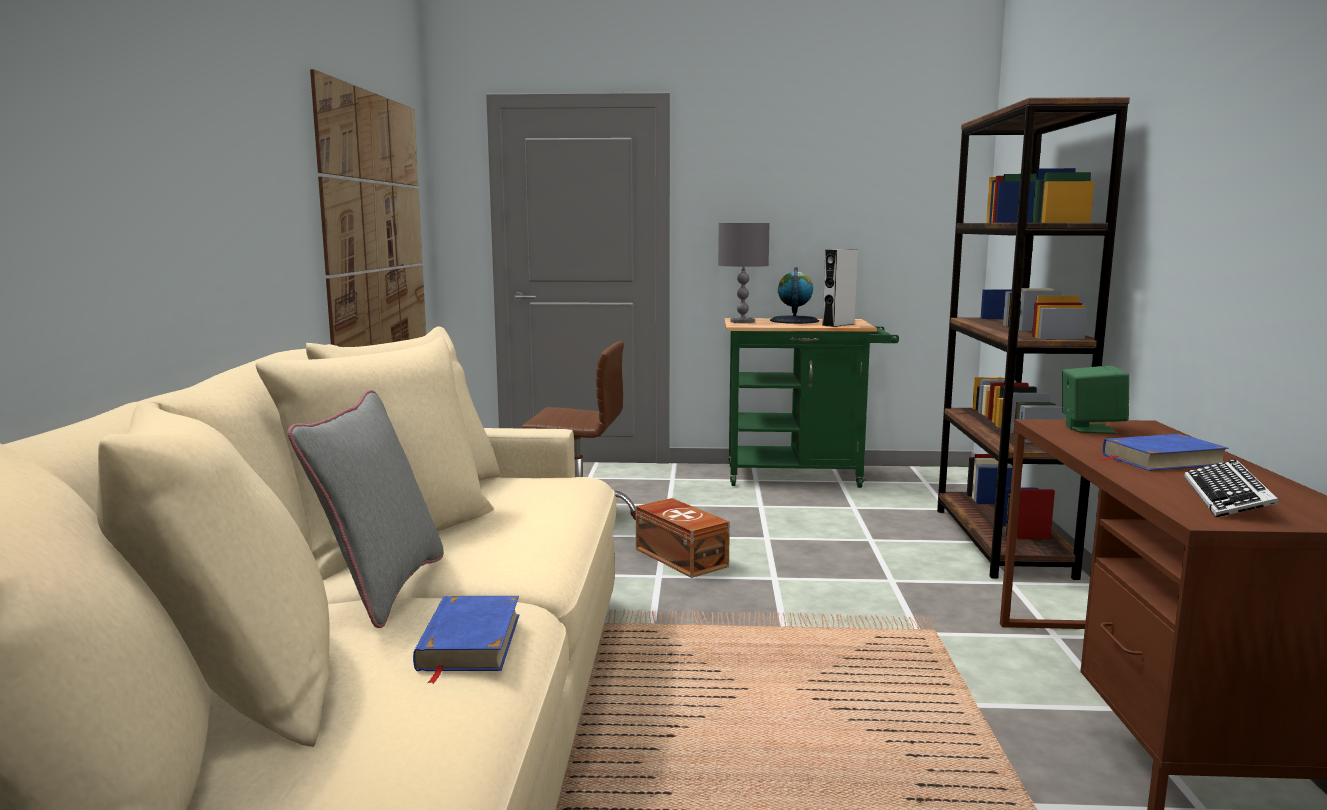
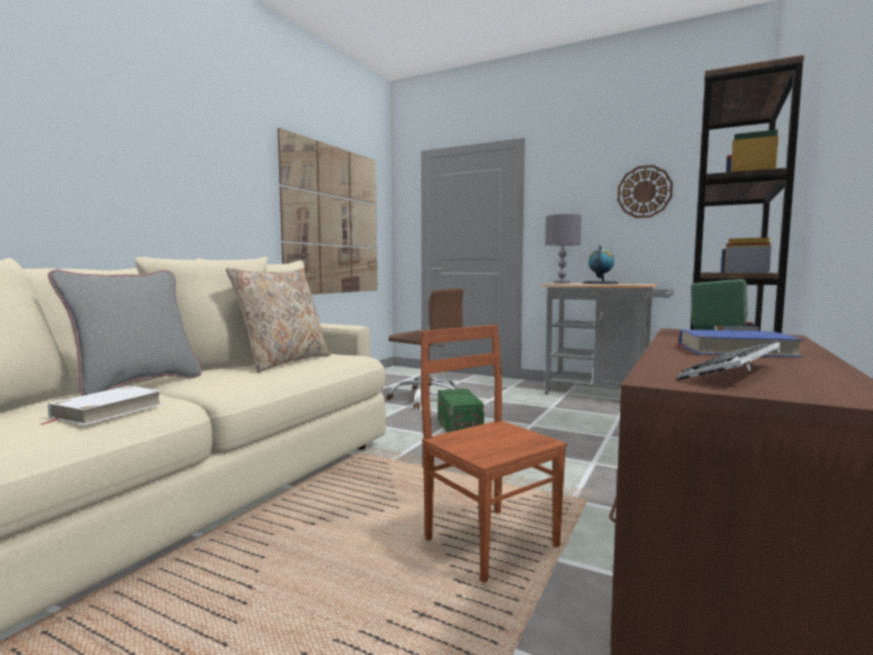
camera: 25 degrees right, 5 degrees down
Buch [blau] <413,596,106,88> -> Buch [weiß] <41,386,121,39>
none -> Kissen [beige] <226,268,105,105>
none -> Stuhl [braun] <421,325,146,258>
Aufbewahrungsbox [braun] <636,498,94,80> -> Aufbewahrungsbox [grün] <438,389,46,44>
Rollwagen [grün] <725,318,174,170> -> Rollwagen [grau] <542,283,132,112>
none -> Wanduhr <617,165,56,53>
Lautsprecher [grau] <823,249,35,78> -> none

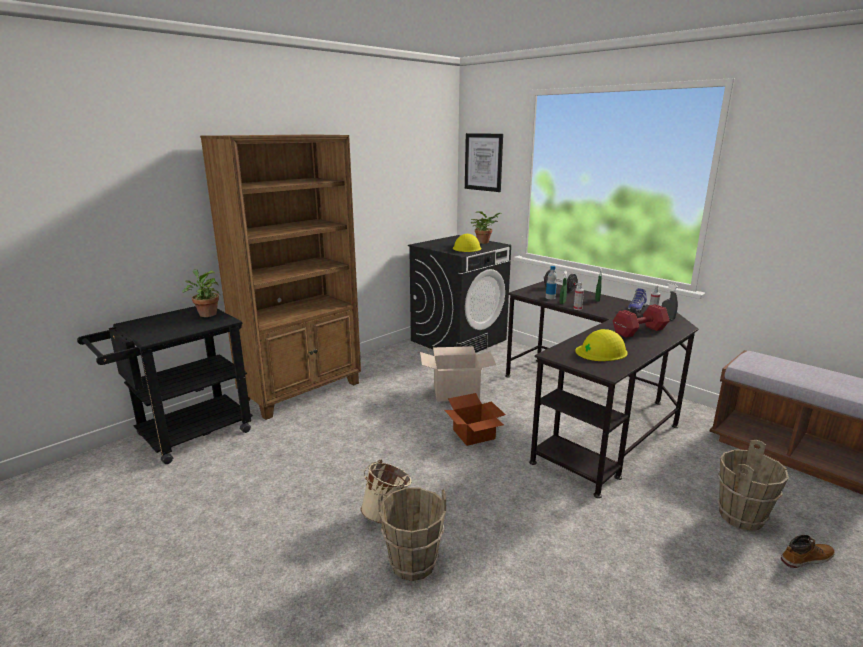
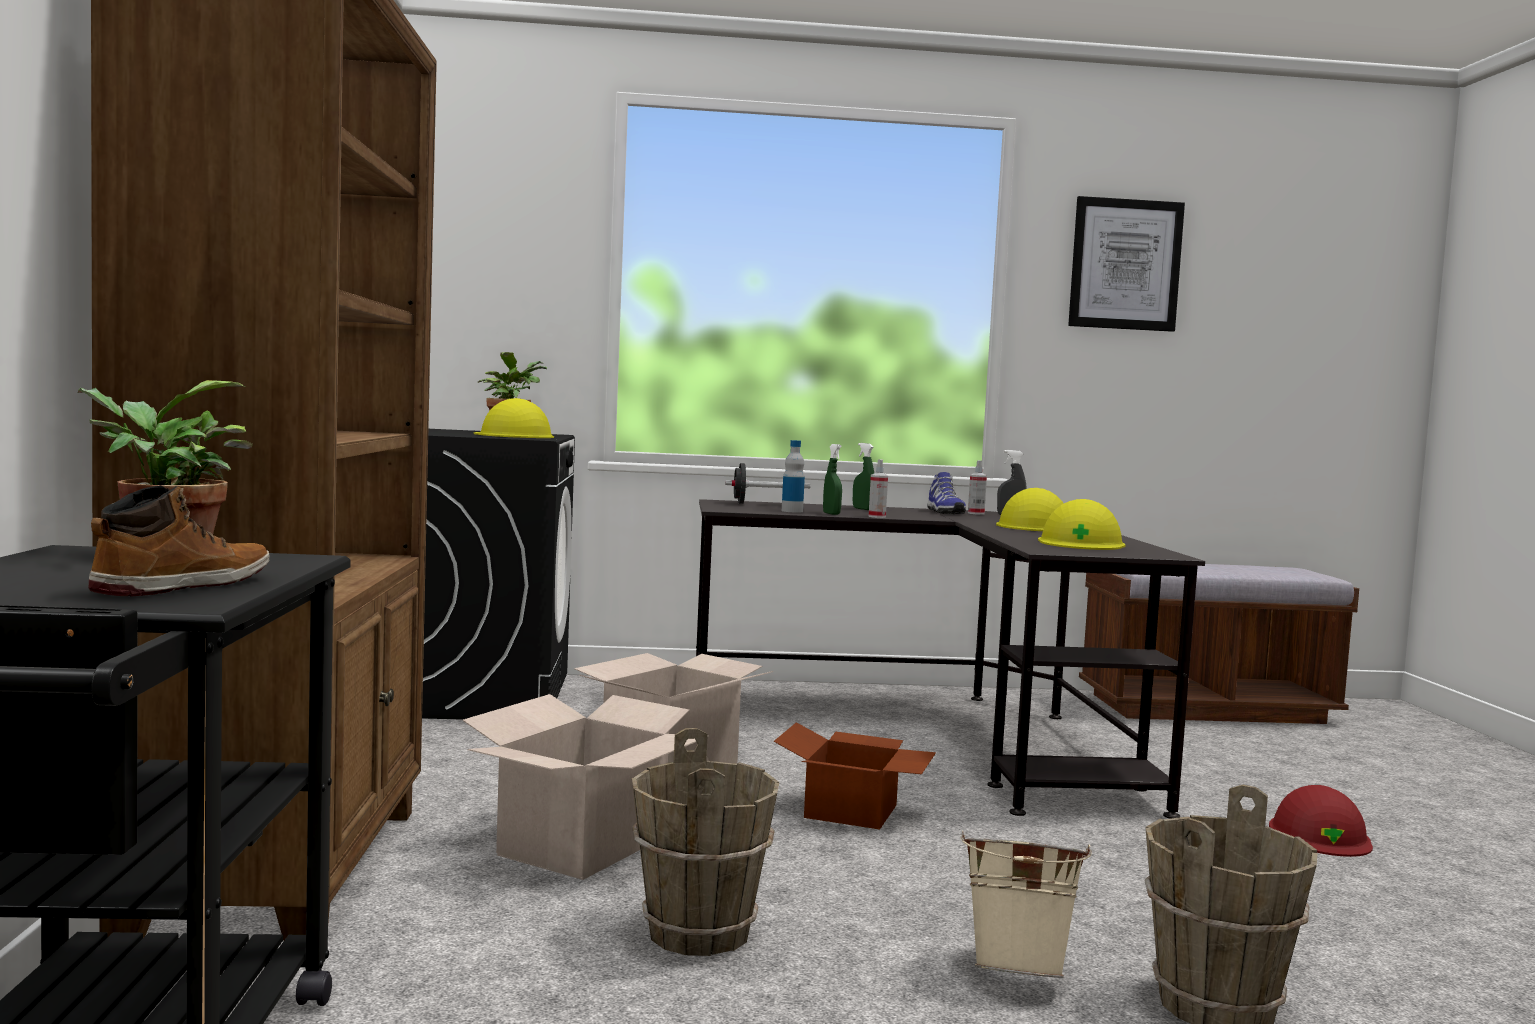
camera: 50 degrees left, 15 degrees down
Stiefel <781,535,54,33> -> Stiefel <88,485,182,112>, shifted
none -> Karton <462,694,247,186>
Eimer [braun] <718,440,71,91> -> Eimer [braun] <632,728,147,228>, shifted
Hantel [rot] <613,304,57,34> -> Schutzhelm [gelb] <996,488,68,43>
Bild <465,133,38,59> -> Bild <1068,196,117,136>, shifted
none -> Schutzhelm [rot] <1269,785,104,72>

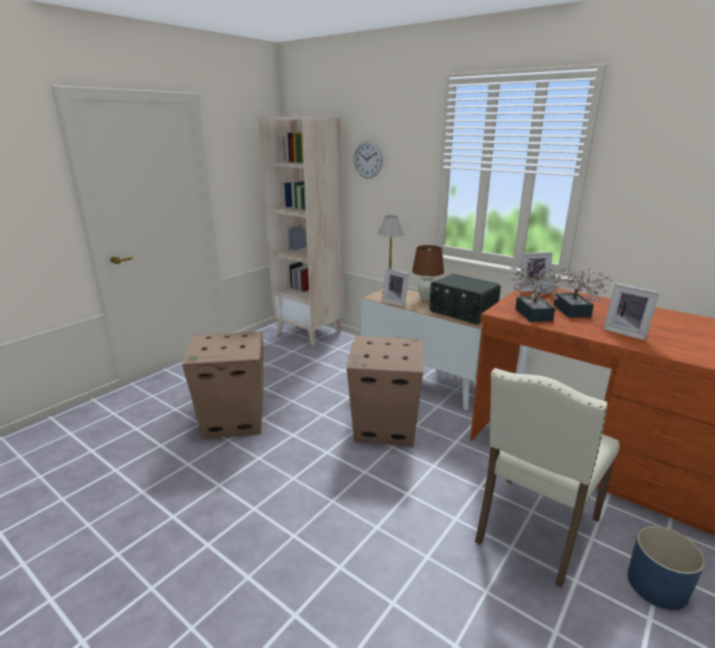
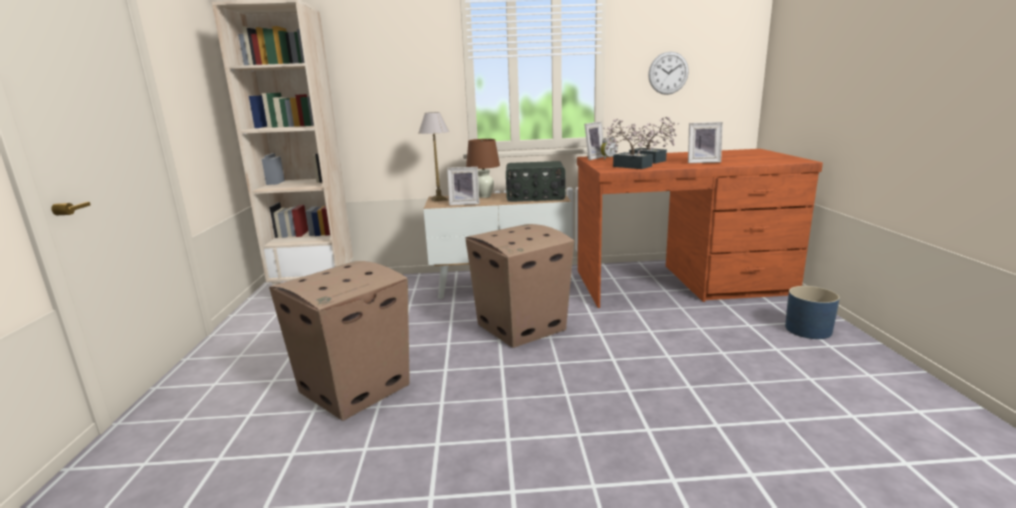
camera: 40 degrees left, 5 degrees down
Wanduhr <353,141,30,38> -> Wanduhr <648,52,41,43>, shifted
Stuhl [beige] <475,368,145,220> -> none

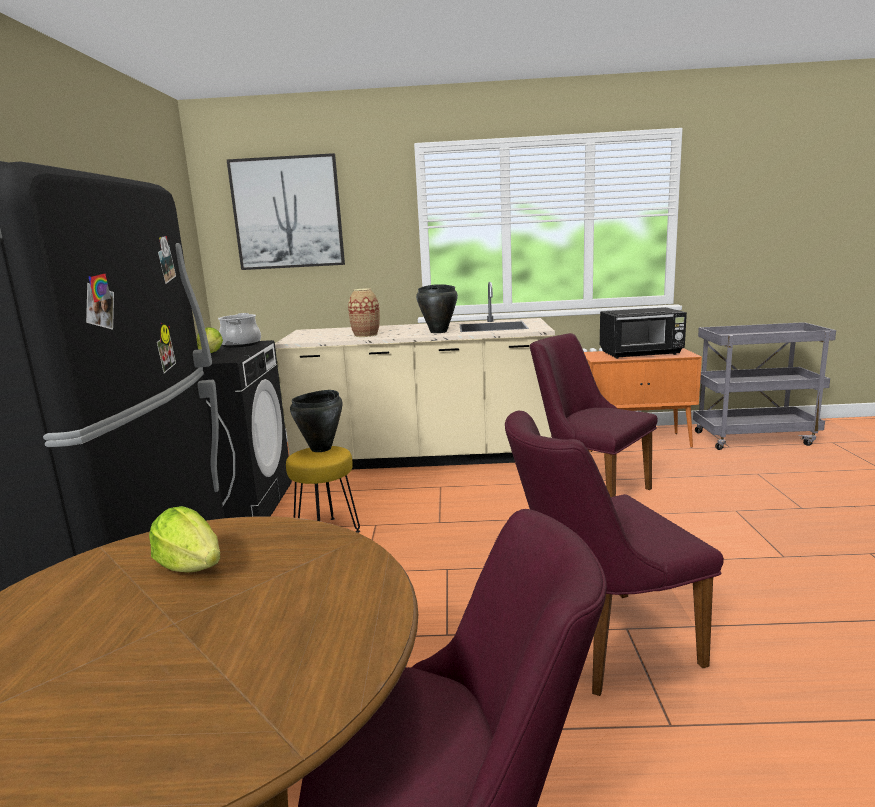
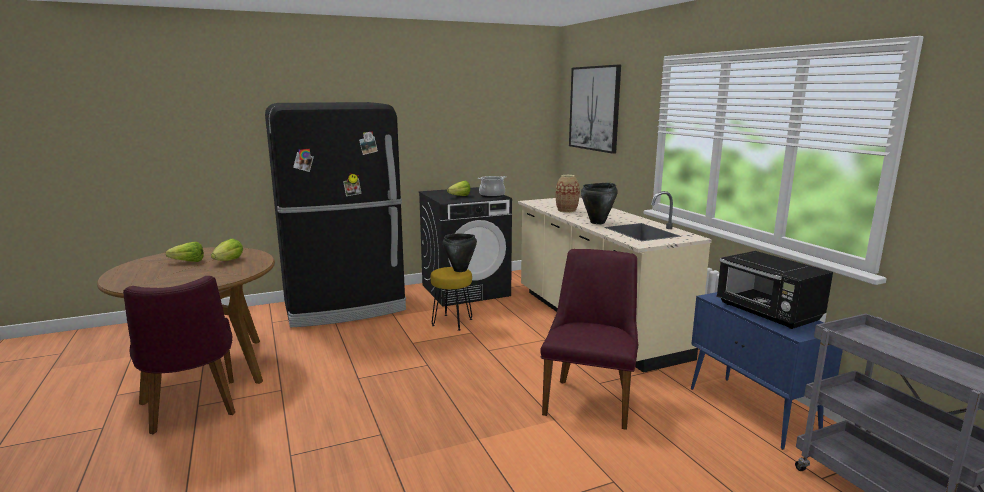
camera: 65 degrees right, 0 degrees up
none -> Salatkopf <166,242,38,20>
Schrank [orange] <584,348,118,104> -> Schrank [blau] <691,292,152,158>
Stuhl [lila] <505,411,219,285> -> none

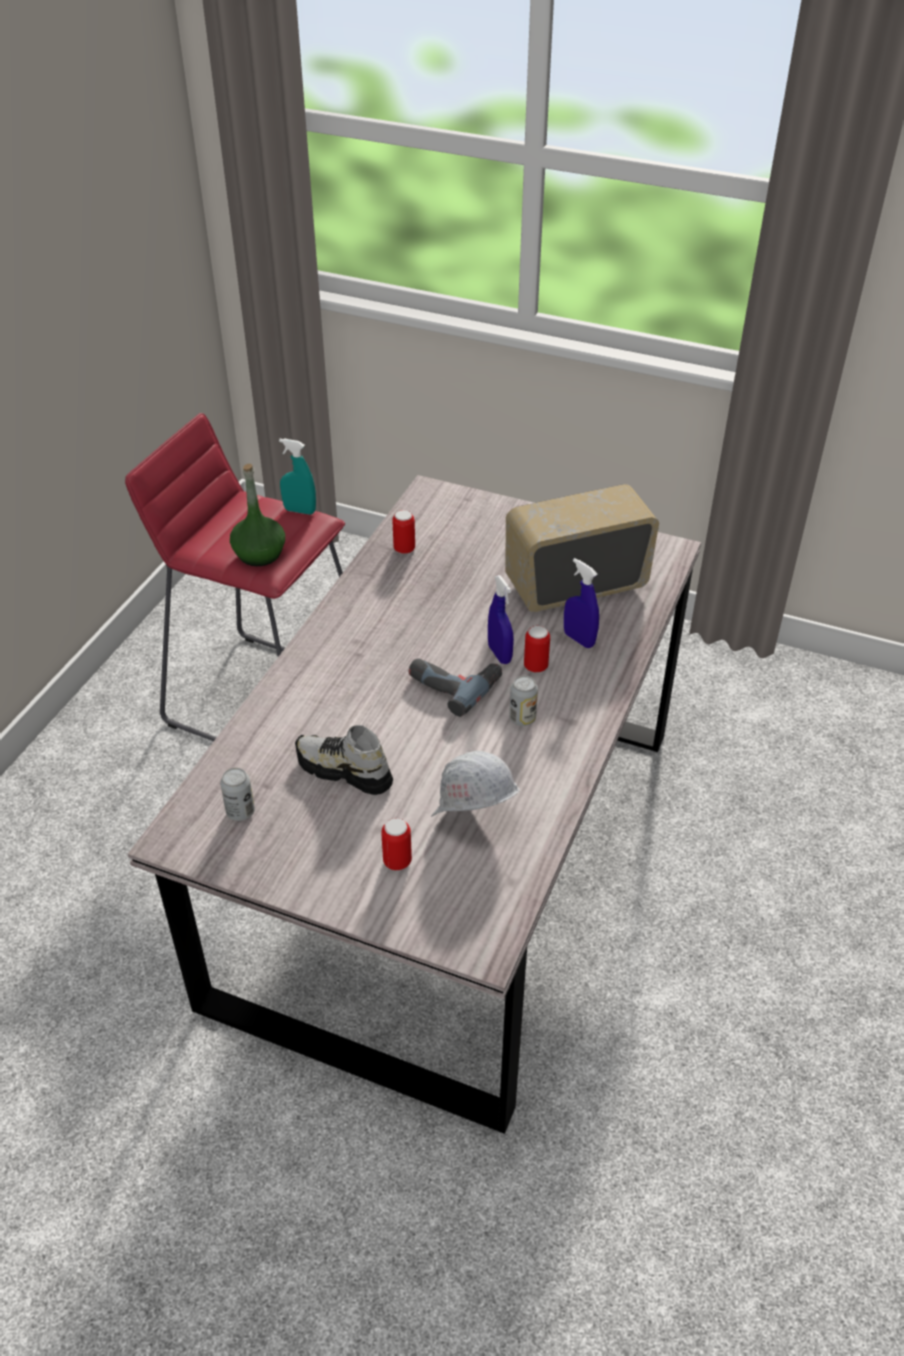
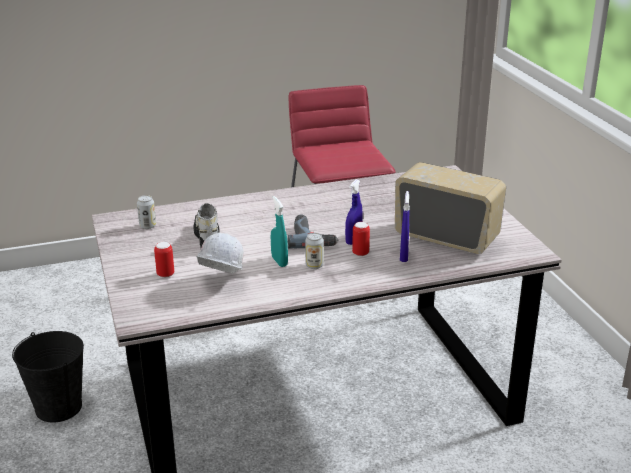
camera: 50 degrees right, 15 degrees down
none -> Eimer [schwarz] <12,331,72,91>
Sprühflasche [türkis] <279,438,37,77> -> Sprühflasche [türkis] <271,196,17,71>, shifted
Flasche [grün] <230,464,55,102> -> none
Dose <392,510,23,44> -> none

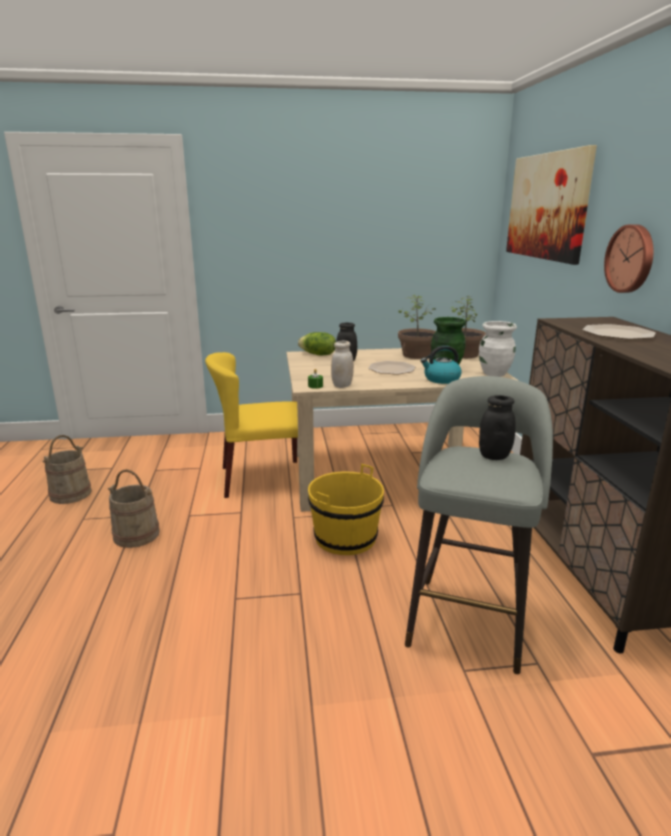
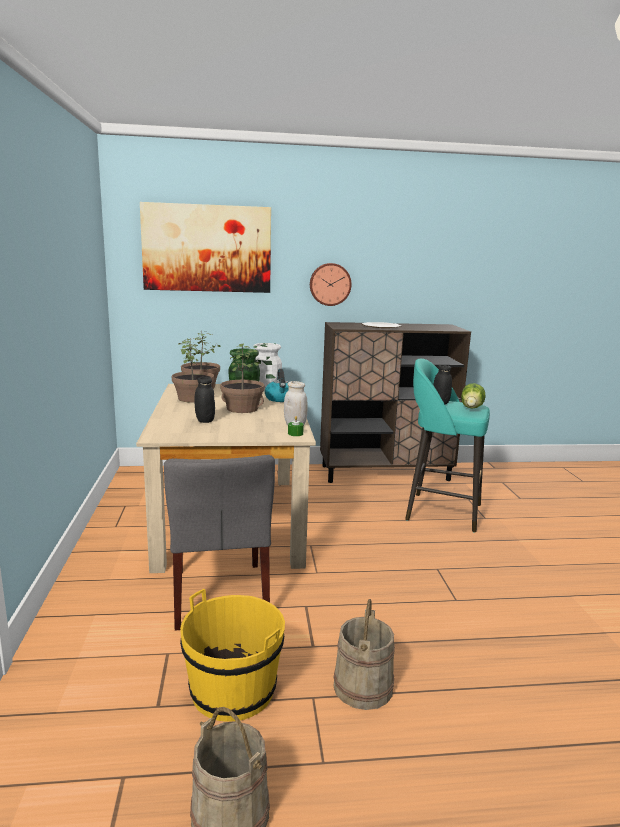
camera: 90 degrees left, 5 degrees down
Stuhl [gelb] <205,352,93,146> -> Stuhl [grau] <164,455,111,176>
Eimer [gelb] <308,464,76,91> -> Eimer [gelb] <180,589,105,133>, shifted
Teller <368,361,47,14> -> Topfpflanze <220,344,45,69>
Hocker [grau] <405,376,148,298> -> Hocker [türkis] <405,358,85,175>
Salatkopf <298,332,38,24> -> Salatkopf <461,383,24,25>, shifted

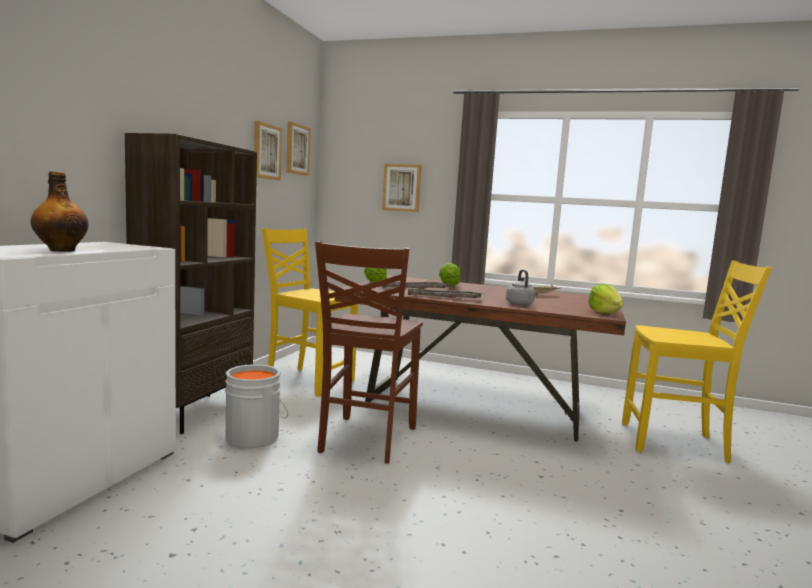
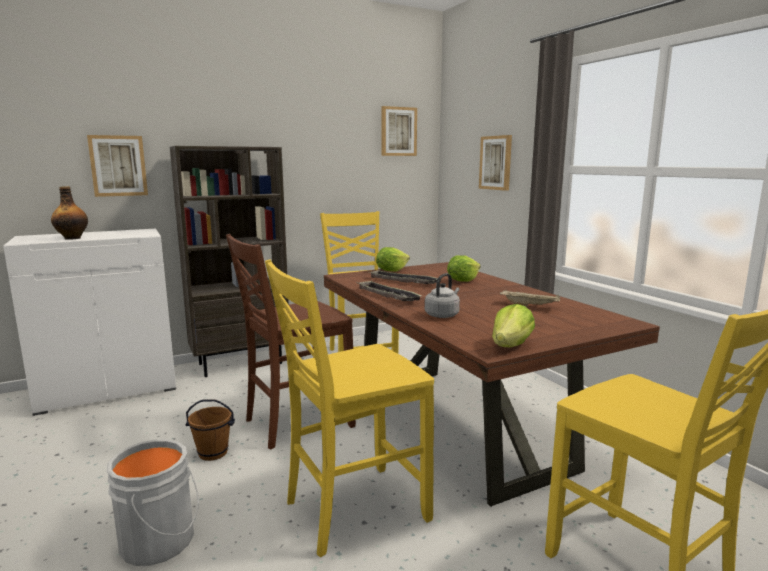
camera: 45 degrees right, 5 degrees up
Bild <254,121,28,59> -> Bild <87,135,61,62>, shifted
Eimer [grau] <225,364,63,84> -> Eimer [grau] <107,439,92,127>, shifted
none -> Eimer [braun] <185,399,50,62>
none -> Stuhl [gelb] <265,259,169,298>

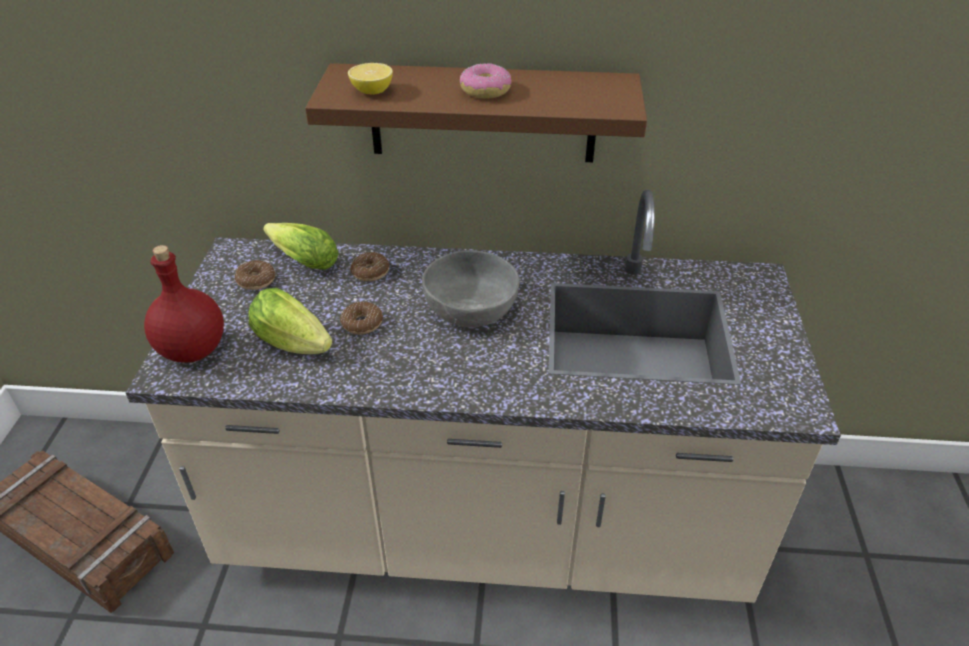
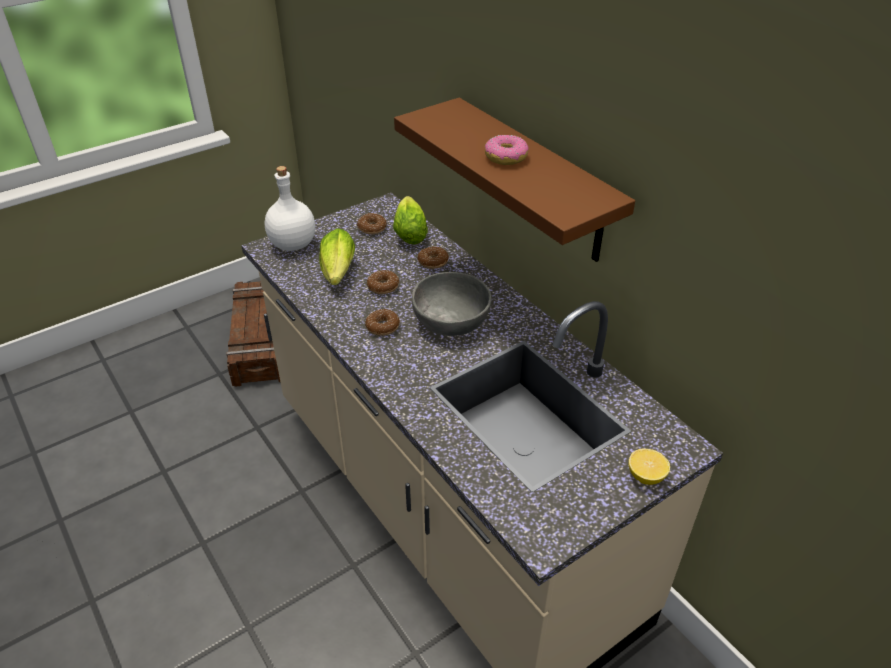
camera: 50 degrees right, 0 degrees up
Flasche [rot] <144,245,80,118> -> Flasche [weiß] <265,166,50,85>
none -> Donut <365,309,35,27>
Zitrone <348,63,45,32> -> Zitrone <628,449,42,36>, shifted

